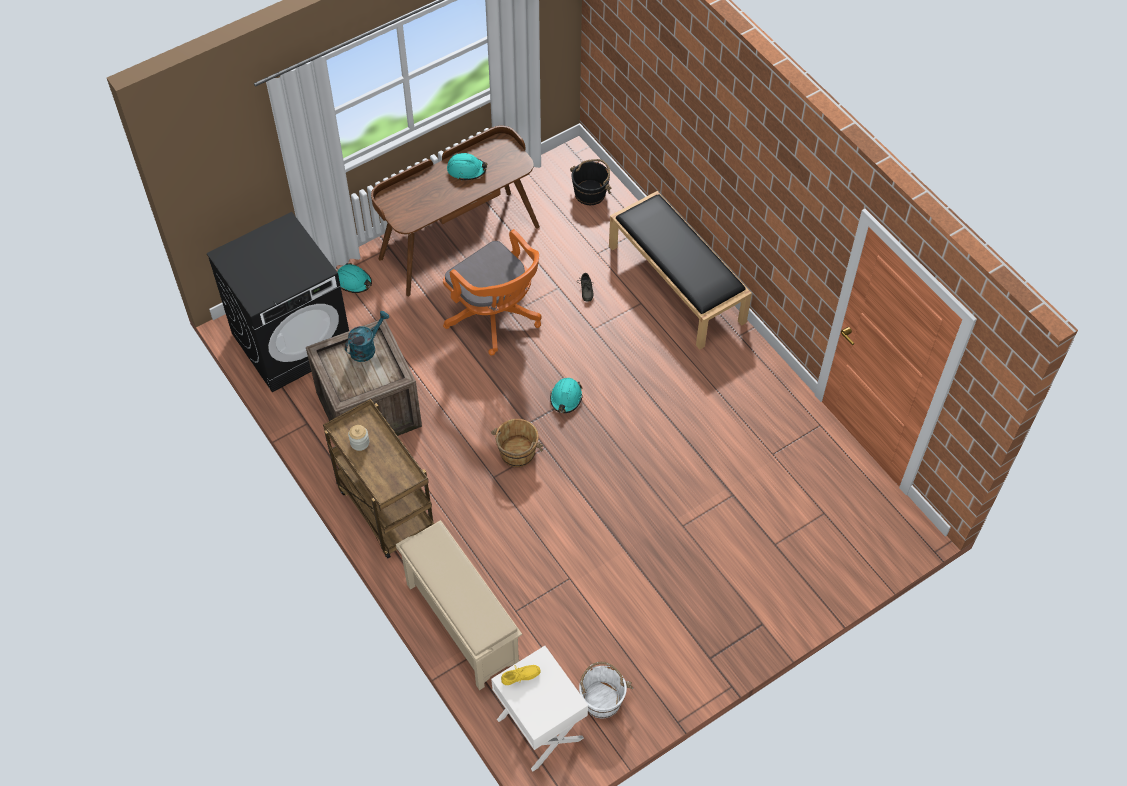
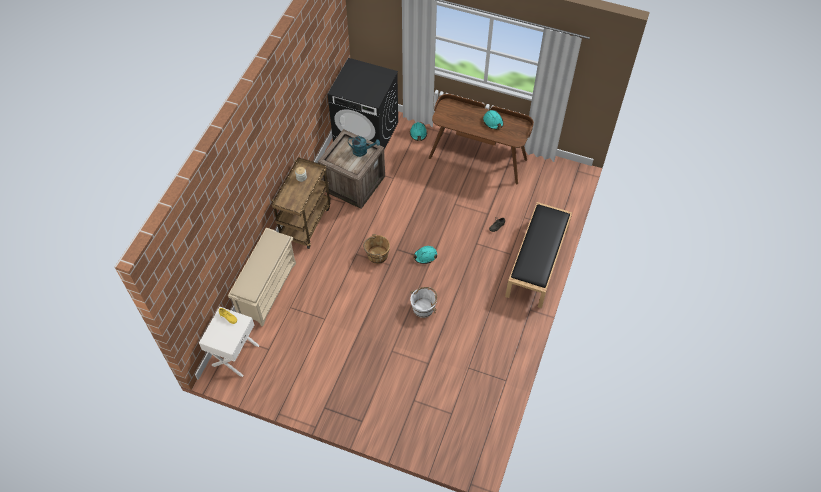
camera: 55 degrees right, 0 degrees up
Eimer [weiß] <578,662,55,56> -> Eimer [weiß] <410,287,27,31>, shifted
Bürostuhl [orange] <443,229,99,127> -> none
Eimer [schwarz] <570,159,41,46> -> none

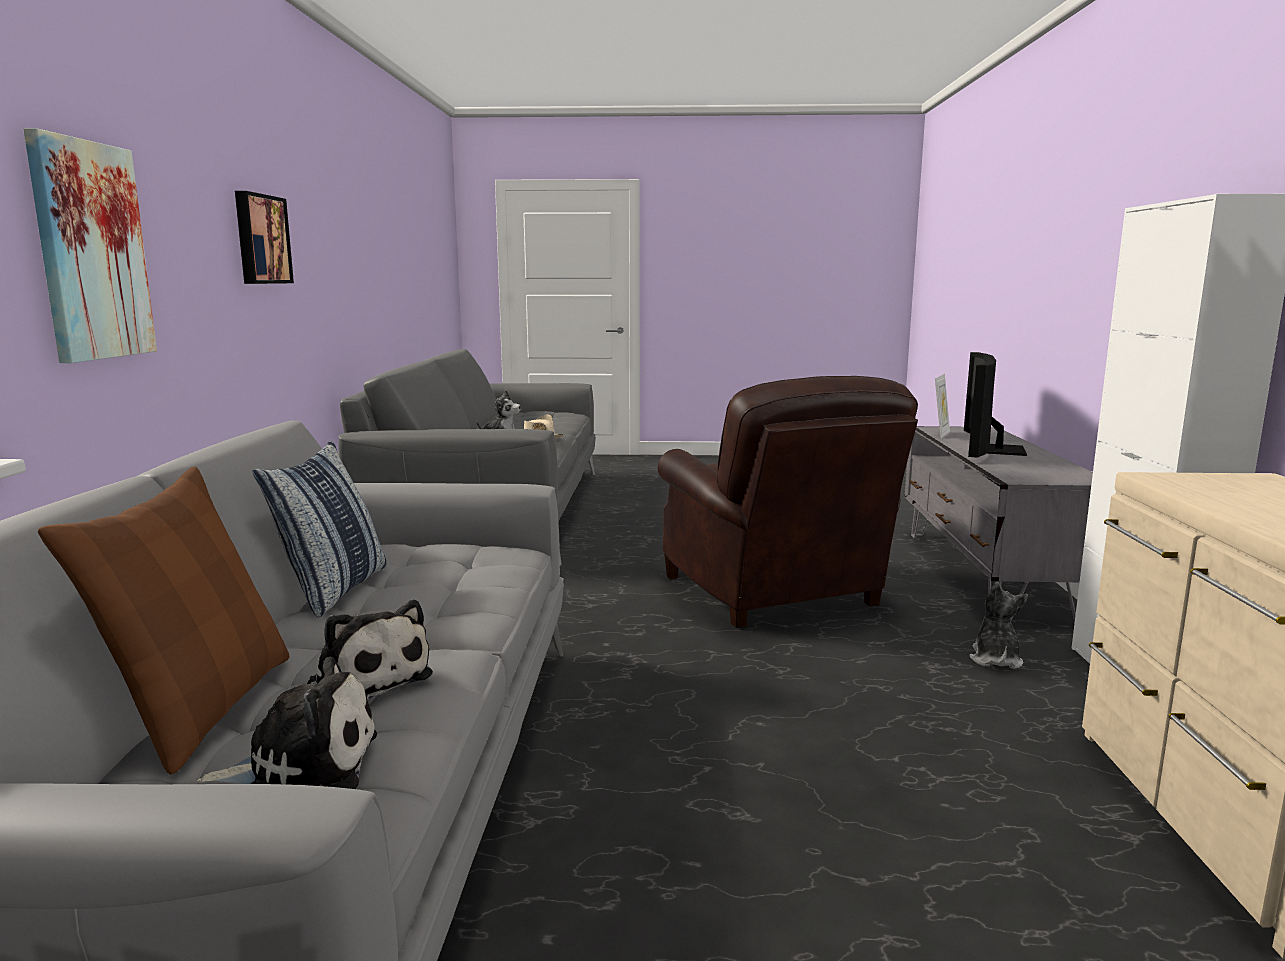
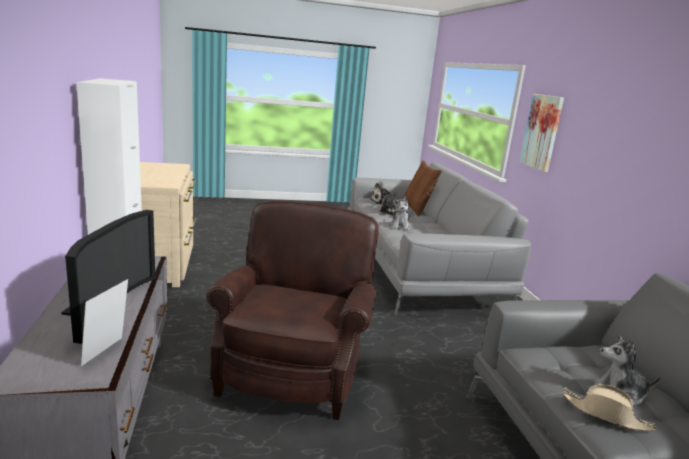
camera: 165 degrees right, 5 degrees up
Sessel [braun] <658,376,260,252> -> Sessel [braun] <206,201,173,219>, 45 degrees clockwise
Plüschtier <969,581,59,88> -> Plüschtier <390,196,20,34>, shifted
Bild <235,191,59,93> -> none
Kissen <252,441,135,176> -> none

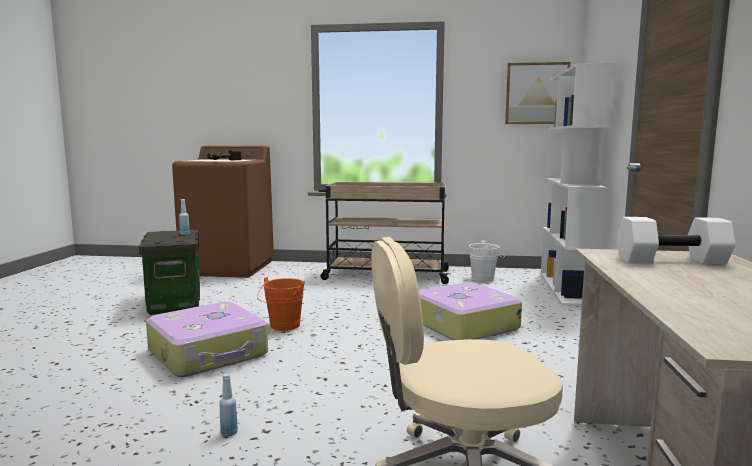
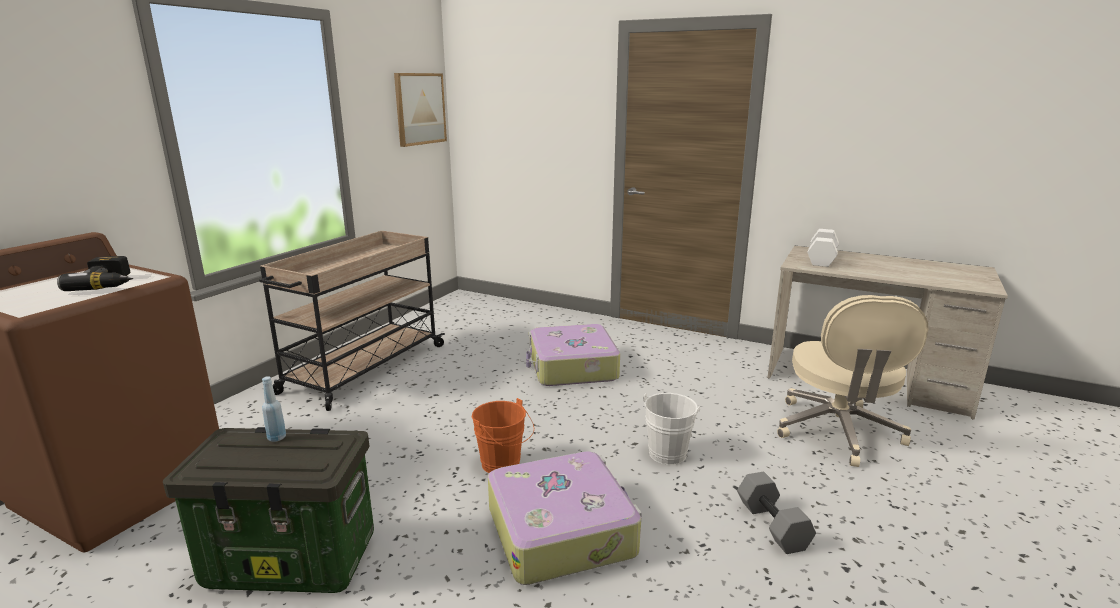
camera: 70 degrees left, 10 degrees up
Eimer [weiß] <469,240,36,41> -> Eimer [weiß] <643,393,57,72>, shifted
Flasche [blau] <219,373,19,64> -> Hantel [grau] <737,472,79,82>
Bücherregal [weiß] <541,63,75,243> -> none

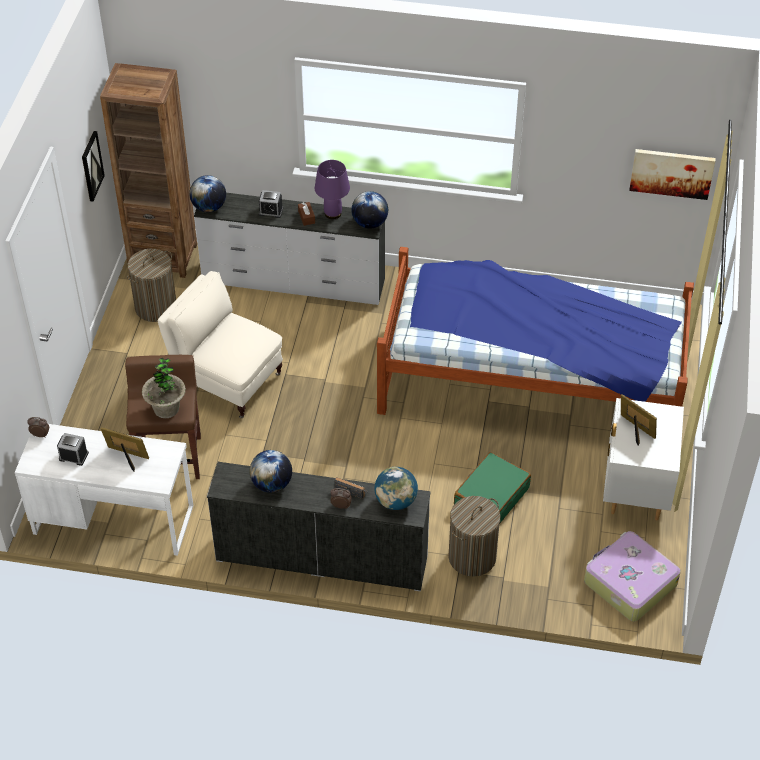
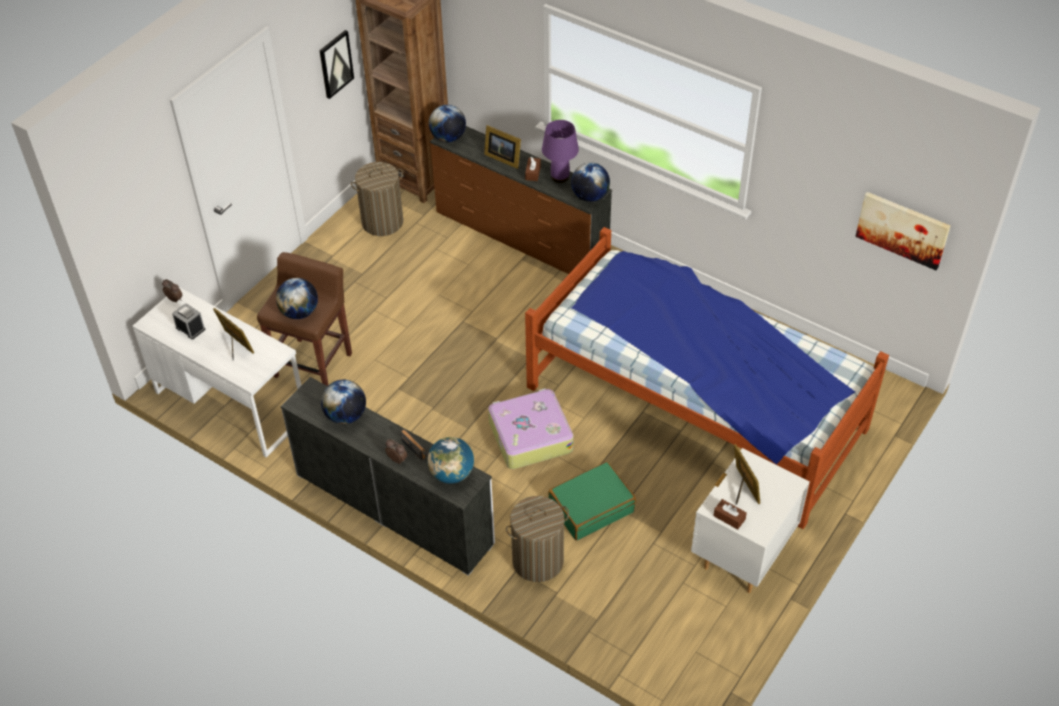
camera: 25 degrees right, 0 degrees up
Topfpflanze <142,358,44,60> -> Globus <276,278,42,41>
Kommode [weiß] <194,193,191,112> -> Kommode [braun] <430,126,182,148>
Wecker <259,190,24,28> -> Bilderrahmen <484,125,37,44>
Koffer <584,531,97,91> -> Koffer <488,388,86,81>, shifted
none -> Taschentuchbox [braun] <713,499,34,31>
Sessel [beige] <158,271,125,147> -> none

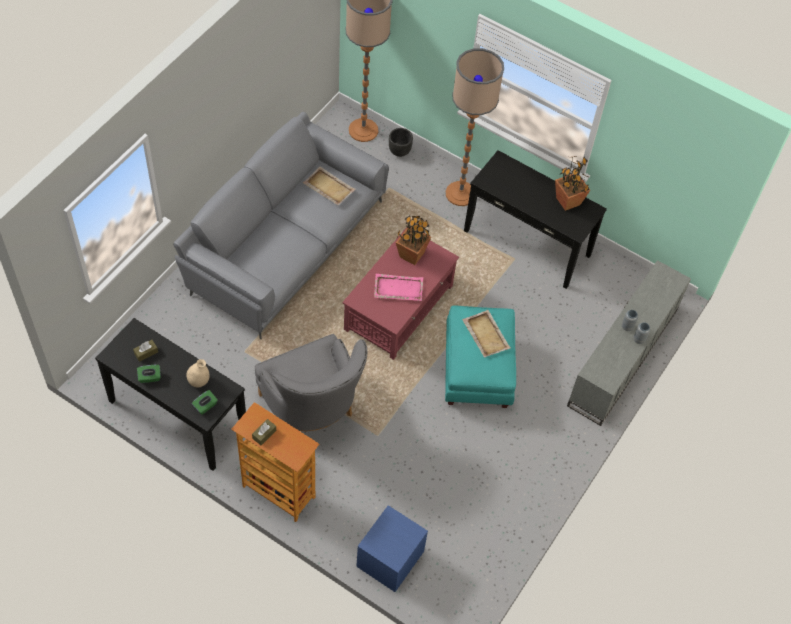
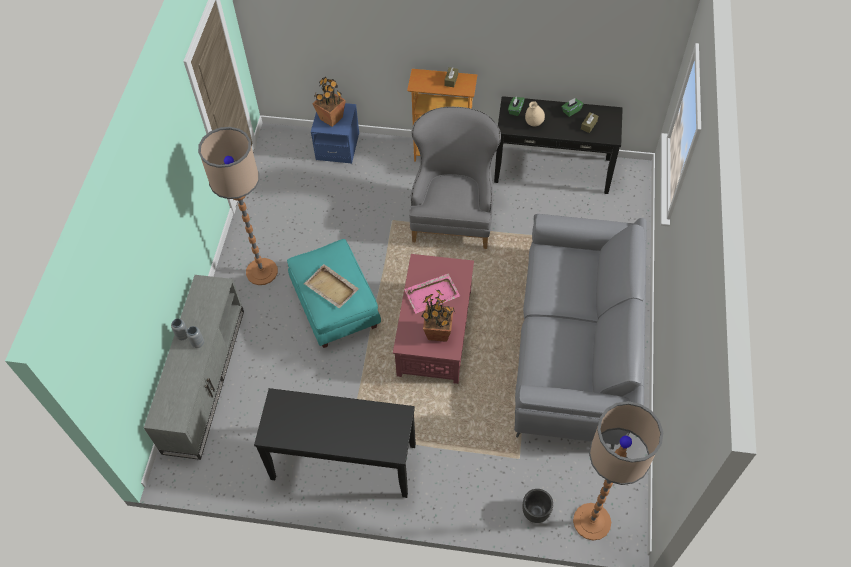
camera: 160 degrees right, 0 degrees up
Stehlampe <446,48,58,158> -> Stehlampe <198,127,80,158>, shifted
Topfpflanze <555,156,35,55> -> Topfpflanze <312,76,34,51>, shifted
Sessel [grau] <255,334,112,98> -> Sessel [grau] <409,107,92,142>, 60 degrees clockwise
Tablett [beige] <303,166,53,39> -> none

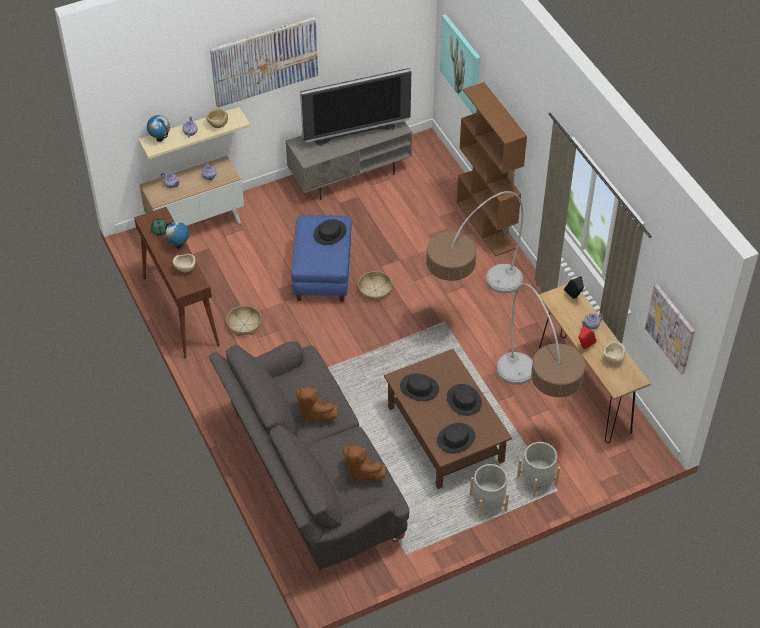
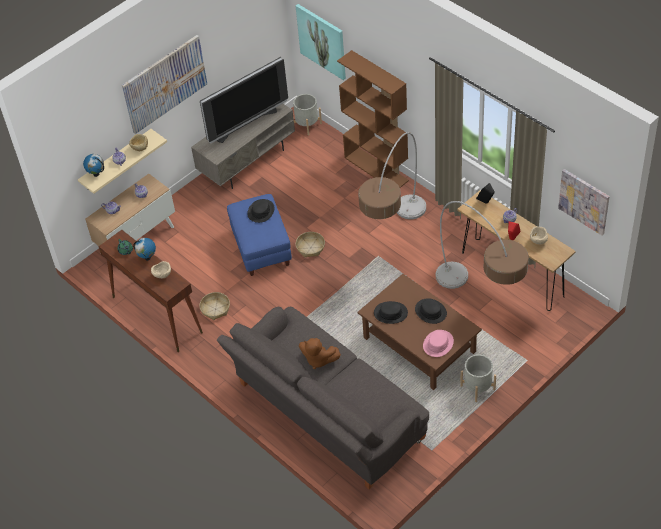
camera: 15 degrees left, 0 degrees up
Pflanzkübel [grau] <517,442,43,55> -> Pflanzkübel [grau] <293,94,29,41>, shifted
Hut [schwarz] <437,423,38,31> -> Hut [rosa] <423,330,31,27>
Plüschtier [braun] <343,445,44,37> -> none

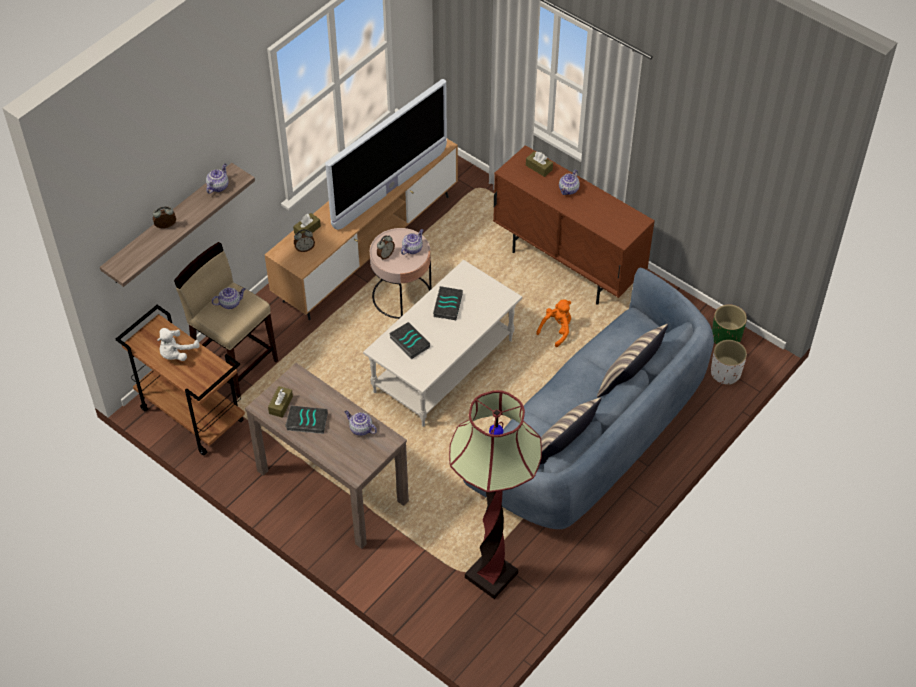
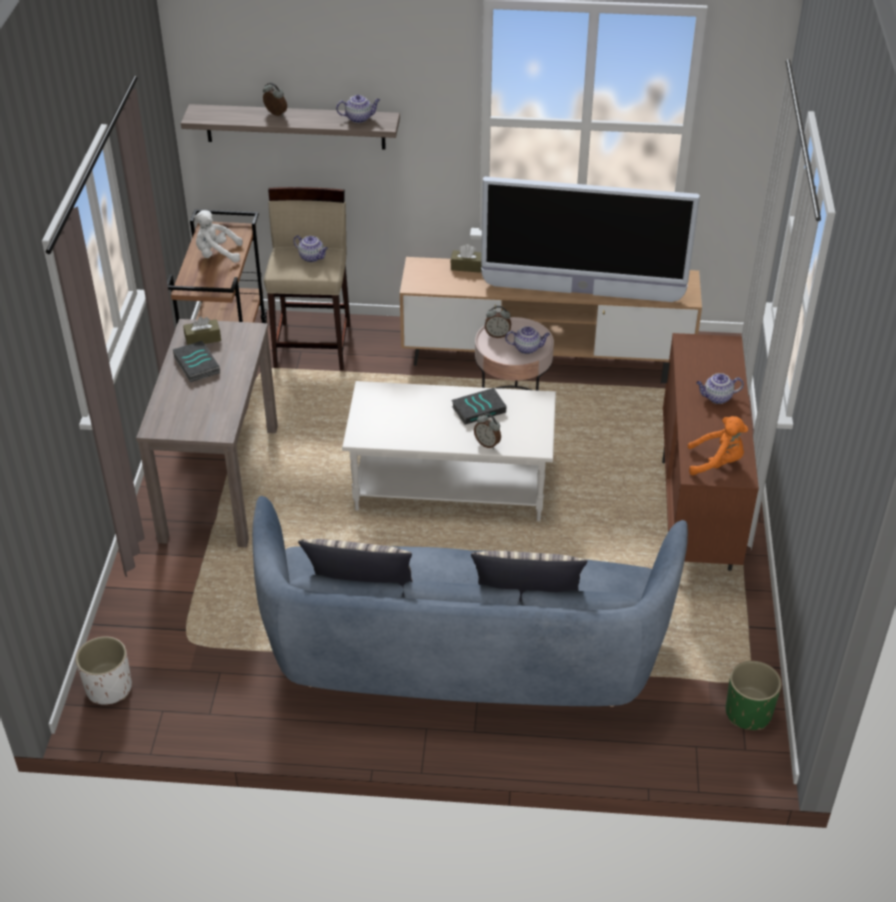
camera: 55 degrees right, 10 degrees down
Pflanzkübel [weiß] <711,340,36,45> -> Pflanzkübel [weiß] <76,636,56,69>, shifted
Wecker <294,229,21,23> -> Wecker <474,413,27,36>, shifted
Plüschtier [orange] <536,299,35,48> -> Plüschtier [orange] <688,416,60,59>, shifted
Teekanne <344,410,33,26> -> none
Buch <389,322,41,37> -> none
Stehlampe <449,390,93,209> -> none
Taschentuchbox [braun] <526,151,27,26> -> none

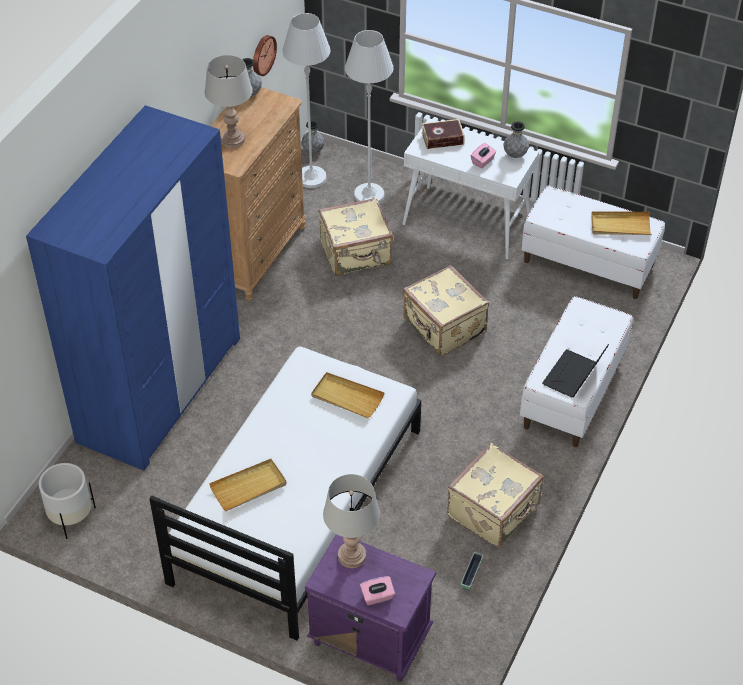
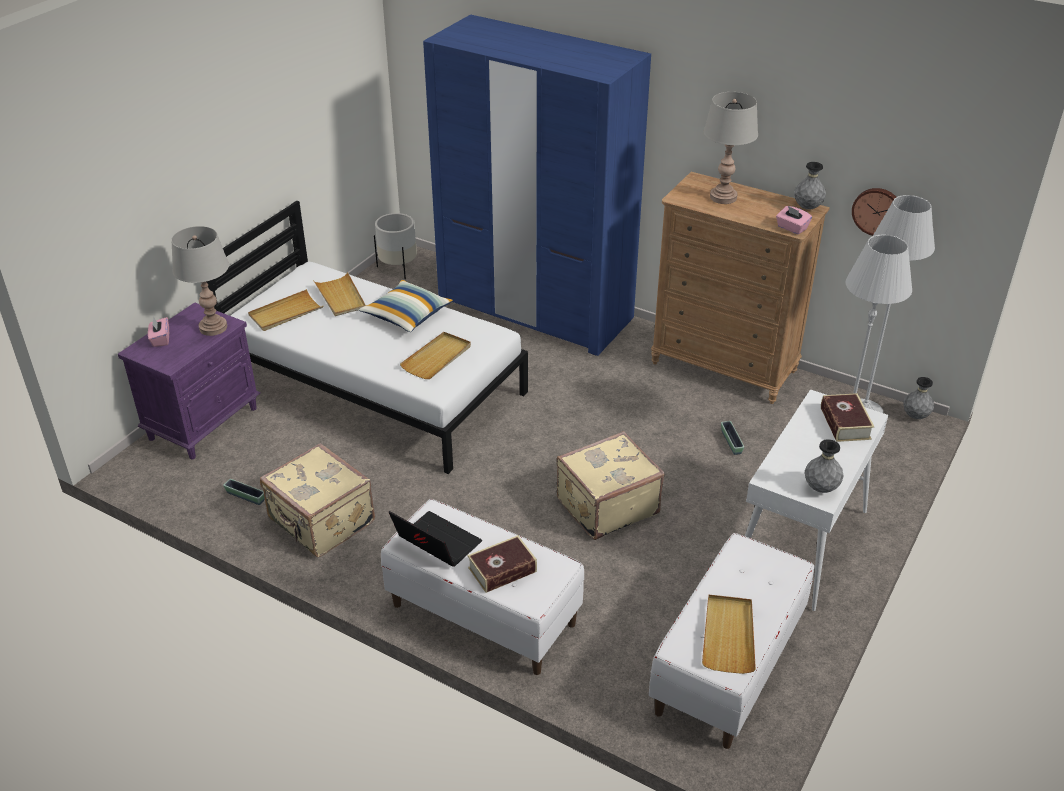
camera: 95 degrees right, 10 degrees down
none -> Tablett [beige] <248,289,75,42>
none -> Kissen <359,279,94,53>
none -> Buch <468,535,69,58>
Koffer [beige] <318,198,75,78> -> Pflanzkübel <721,421,23,34>
Taschentuchbox [rosa] <471,143,25,25> -> Taschentuchbox [rosa] <776,206,36,29>, shifted

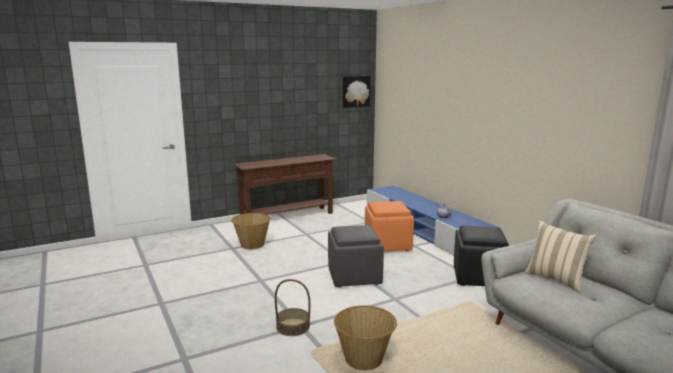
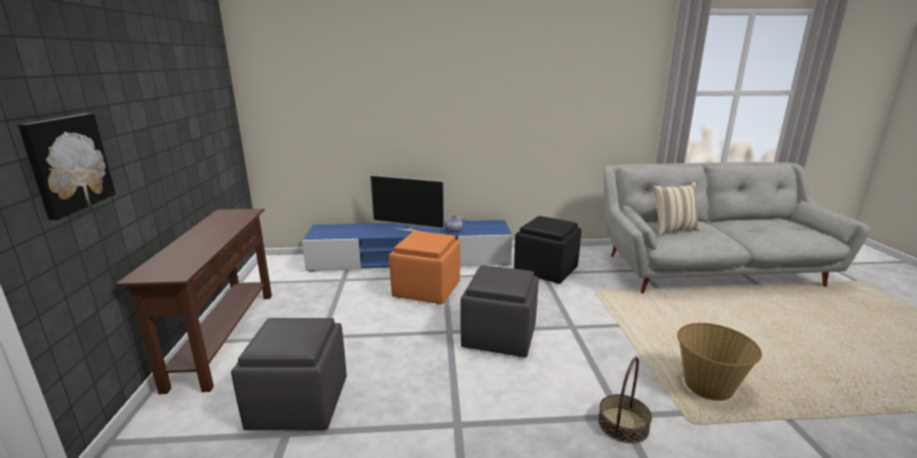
camera: 65 degrees left, 5 degrees up
Bild <343,76,28,32> -> Bild <18,113,98,107>, shifted
Korb <231,213,40,36> -> Polsterhocker [grau] <231,318,116,112>
none -> Fernseher <370,175,75,57>

